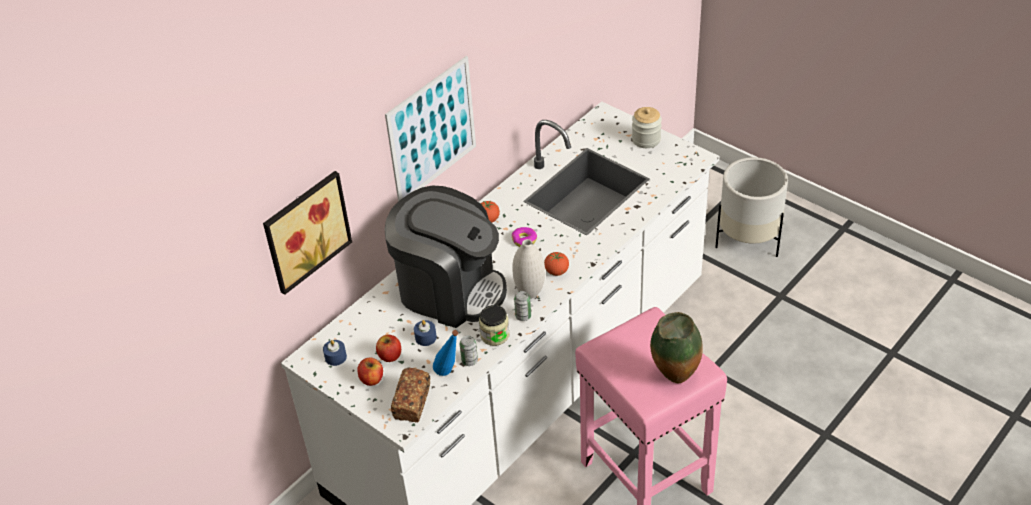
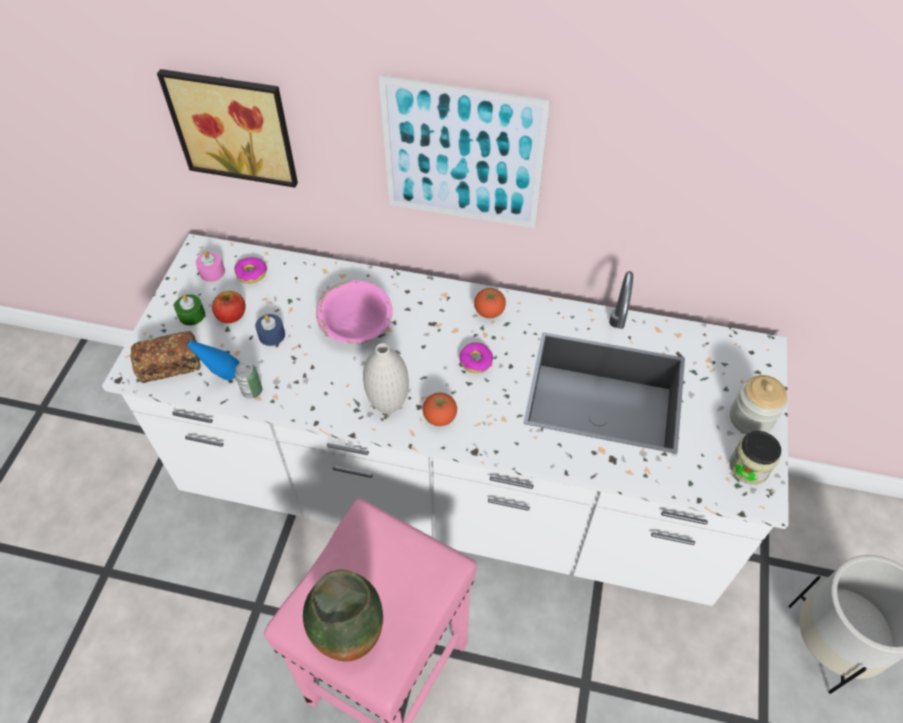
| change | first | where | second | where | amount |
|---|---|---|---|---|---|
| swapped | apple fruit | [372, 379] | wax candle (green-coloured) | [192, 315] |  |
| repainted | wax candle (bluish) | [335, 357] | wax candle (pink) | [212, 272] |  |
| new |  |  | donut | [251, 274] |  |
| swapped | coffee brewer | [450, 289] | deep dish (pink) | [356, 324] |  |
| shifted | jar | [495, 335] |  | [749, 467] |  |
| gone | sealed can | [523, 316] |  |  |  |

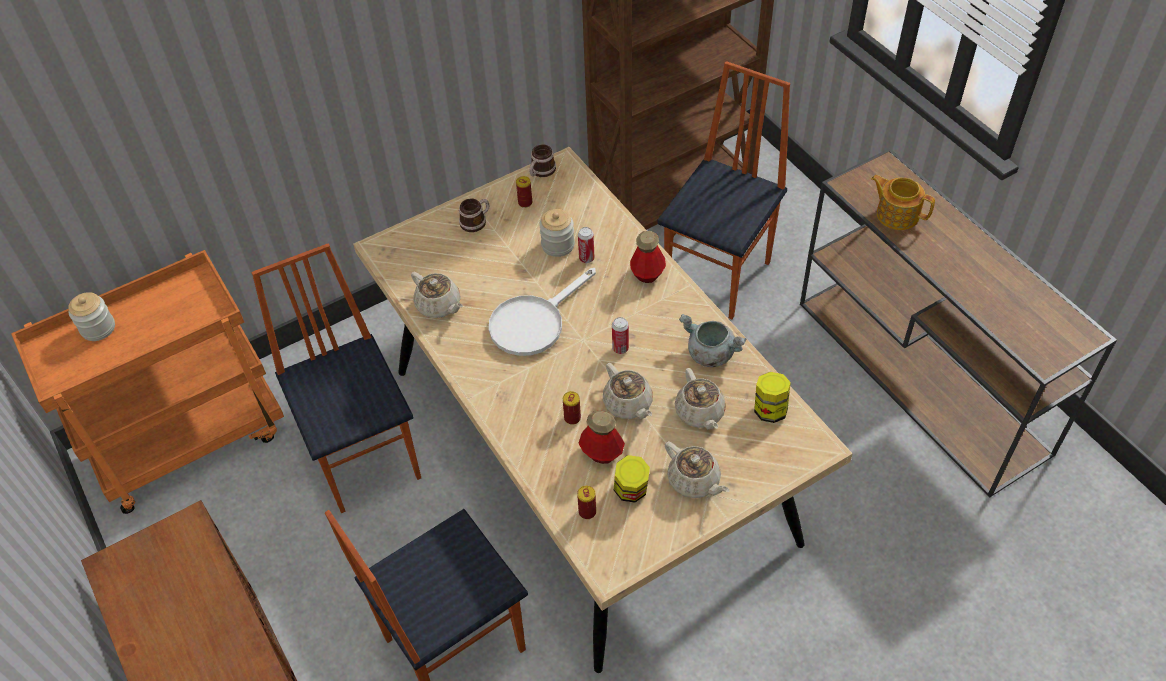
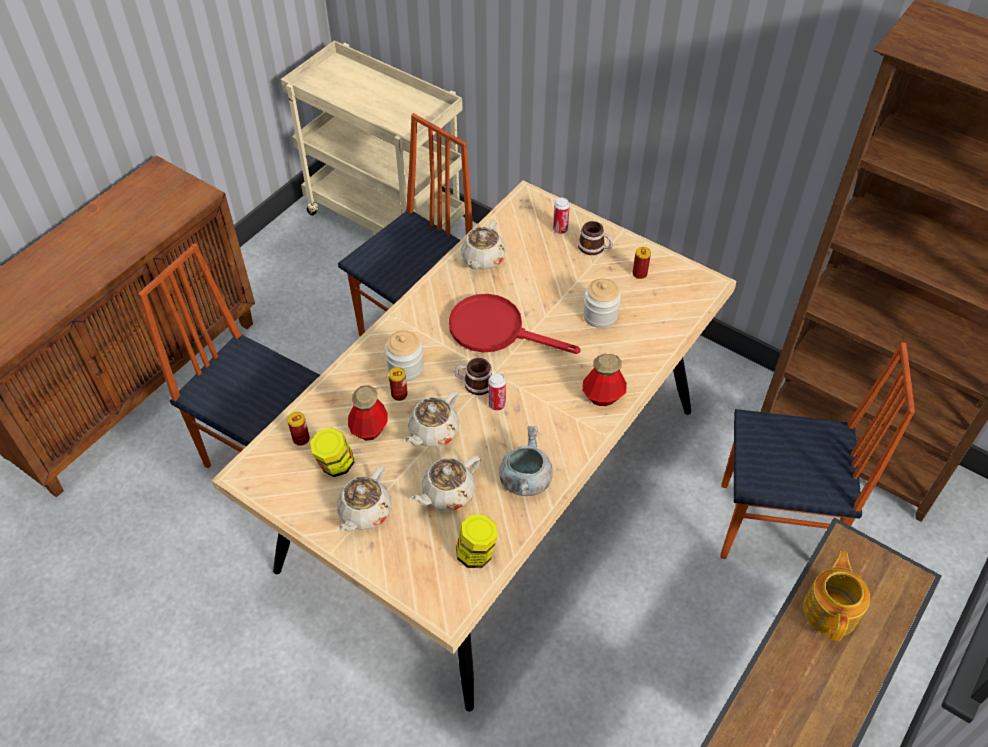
| change | first | where | second | where | amount |
|---|---|---|---|---|---|
| repainted | trolley (orangey) | [191, 439] | trolley (beige) | [387, 219] |  |
| shifted | jar | [98, 328] |  | [405, 368] |  |
| repainted | pan (whitish) | [534, 322] | pan (red) | [496, 330] |  |
| shifted | coffee mug | [541, 171] |  | [474, 383] |  |
| shifted | sealed can | [586, 258] |  | [560, 229] |  |

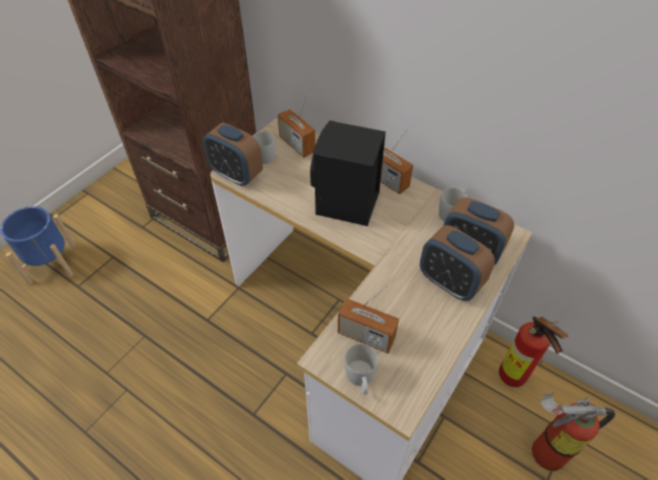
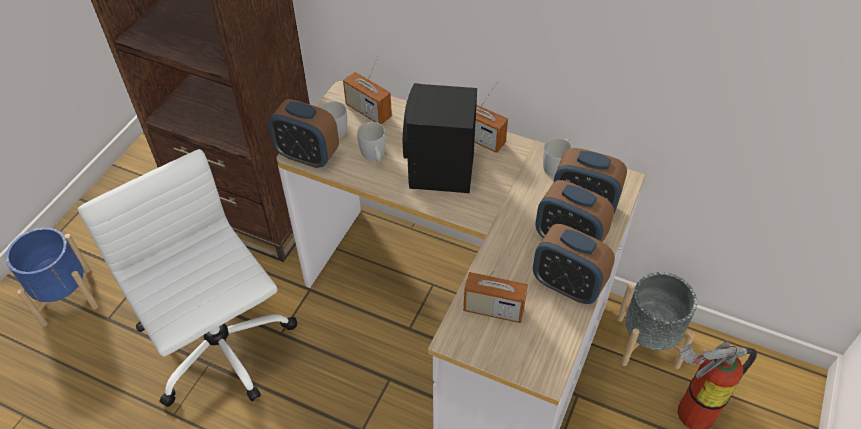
| change | first | where | second | where | amount |
|---|---|---|---|---|---|
| new |  |  | computer chair (whitish) | [223, 350] |  |
| shifted | coffee mug (whitish) | [360, 379] |  | [374, 156] |  |
| new |  |  | alarm clock | [567, 285] |  |
| swapped | fire extinguisher | [514, 379] | plant pot (grey) | [647, 341] |  |

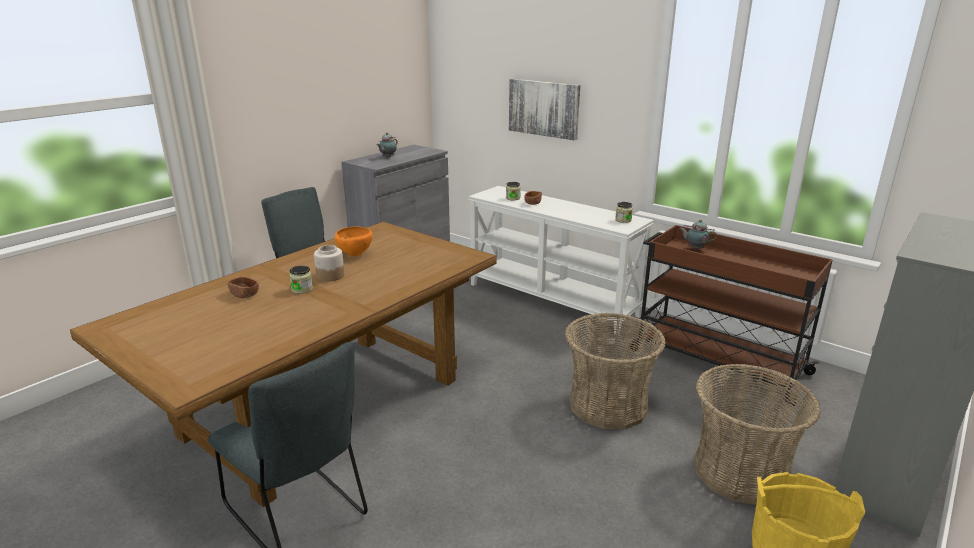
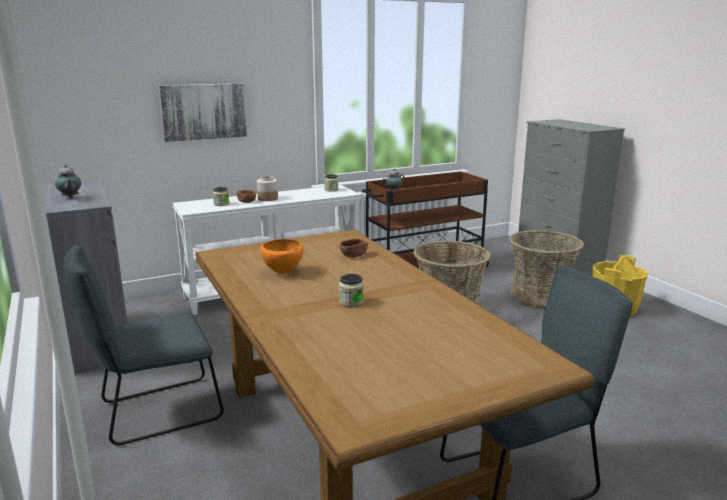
| change | first | where | second | where | amount |
|---|---|---|---|---|---|
| shifted | jar | [330, 275] |  | [267, 198] |  |
| shifted | deep dish (brown-coloured) | [244, 294] |  | [353, 255] |  |

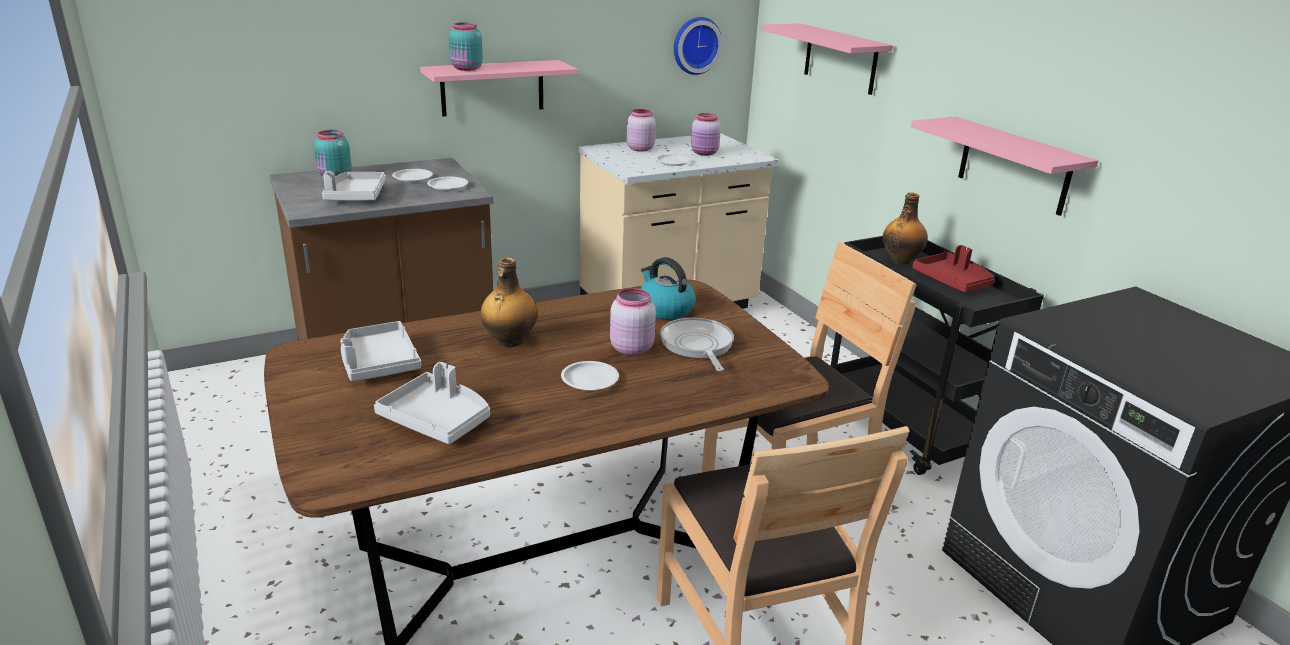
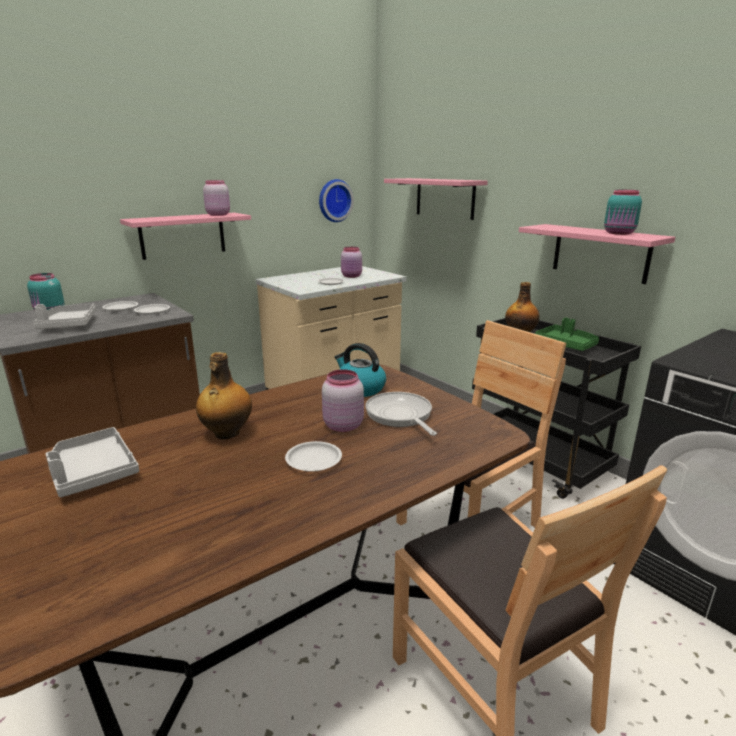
| change | first | where | second | where | amount |
|---|---|---|---|---|---|
| shifted | jar (pink) | [640, 148] |  | [218, 215] |  |
| repainted | carrying tray (red) | [953, 281] | carrying tray (green-coloured) | [566, 345] |  |
| shifted | jar (turquoise-coloured) | [467, 69] |  | [619, 233] |  |
| gone | carrying tray (grey) | [437, 419] |  |  |  |

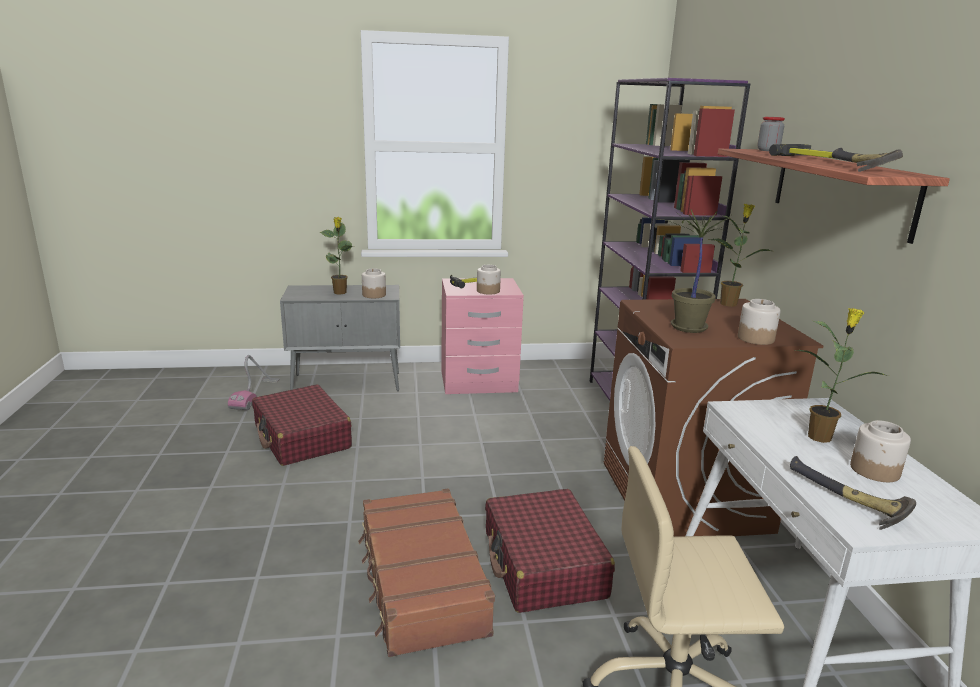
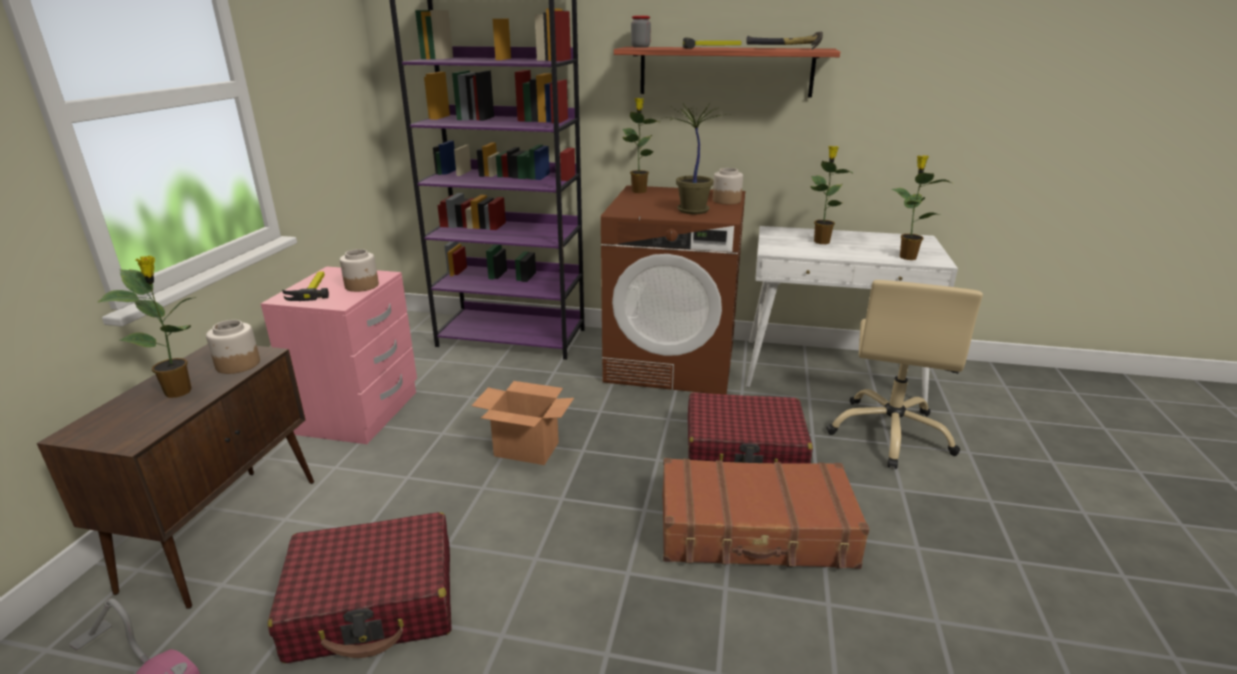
| change | first | where | second | where | amount |
|---|---|---|---|---|---|
| repainted | storage cabinet (grey) | [347, 383] | storage cabinet (brown-coloured) | [225, 531] |  |
| new |  |  | cardboard box | [525, 449] |  |
| swapped | hammer | [844, 501] | potted plant | [907, 257] |  |
| gone | jar | [875, 470] |  |  |  |

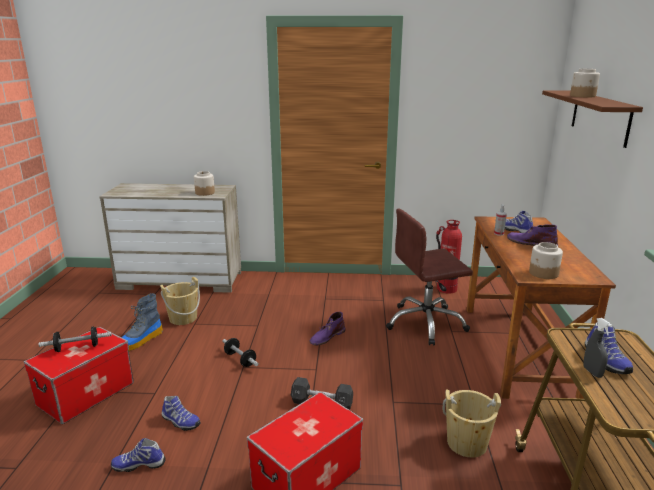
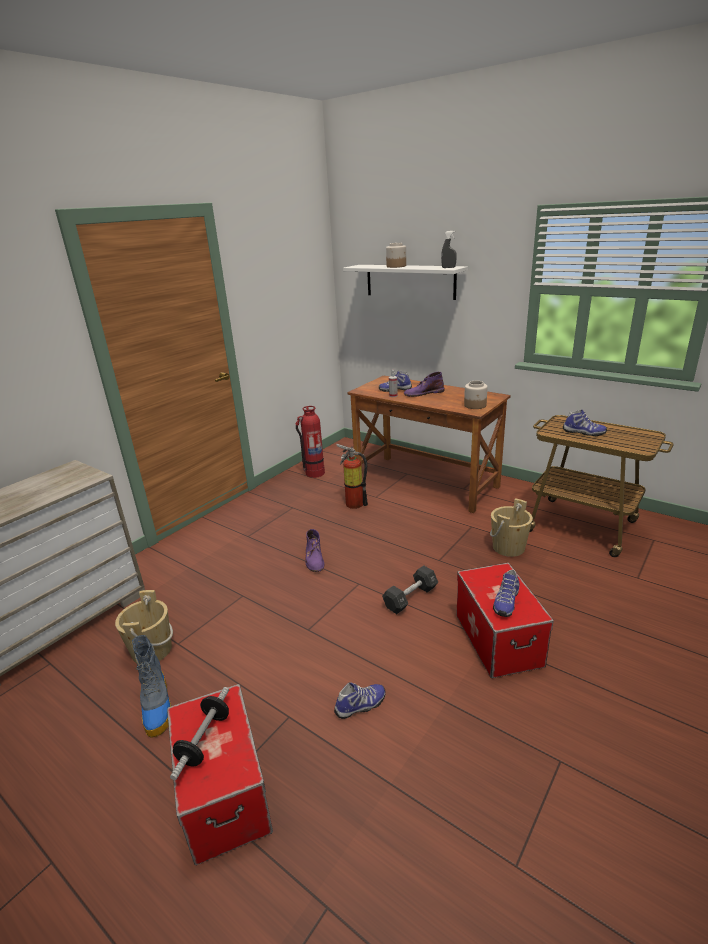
| change | first | where | second | where | amount |
|---|---|---|---|---|---|
| swapped | computer chair (brown-coloured) | [426, 323] | fire extinguisher | [353, 503] |  |
| repainted | wall shelf (brown-coloured) | [600, 117] | wall shelf (whitish) | [410, 281] |  |
| shifted | hand sprayer (grey) | [592, 372] |  | [448, 267] |  |
| shifted | low shoe | [139, 464] |  | [505, 602] |  |
| gone | jar | [205, 193] |  |  |  |
| gone | hand weight | [240, 359] |  |  |  |

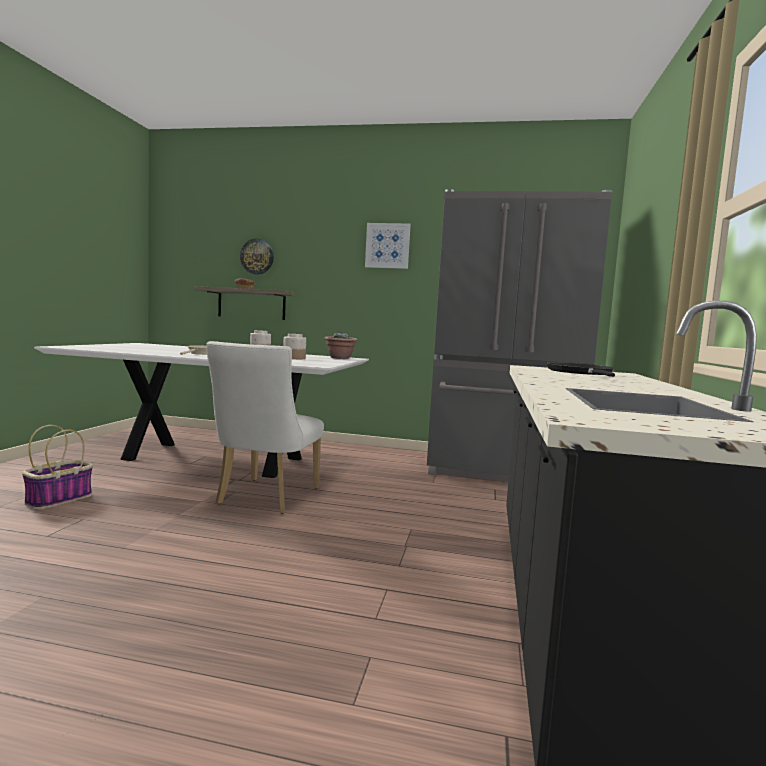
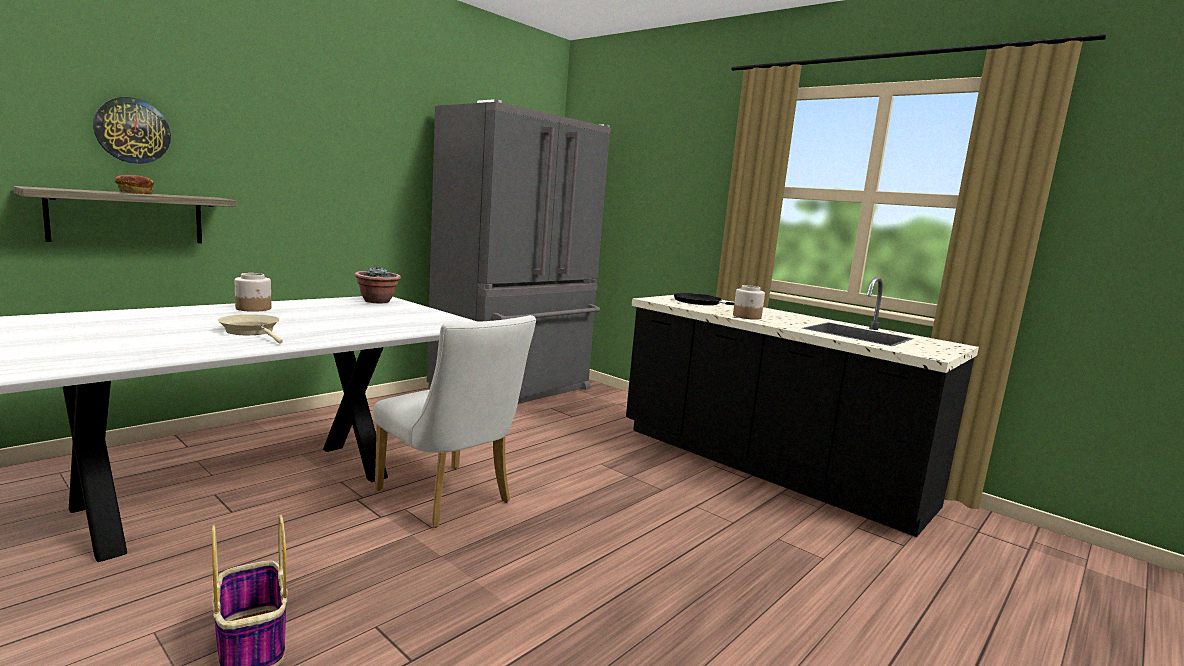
| change | first | where | second | where | amount |
|---|---|---|---|---|---|
| shifted | jar | [294, 358] |  | [747, 317] |  |
| gone | wall picture | [387, 246] |  |  |  |

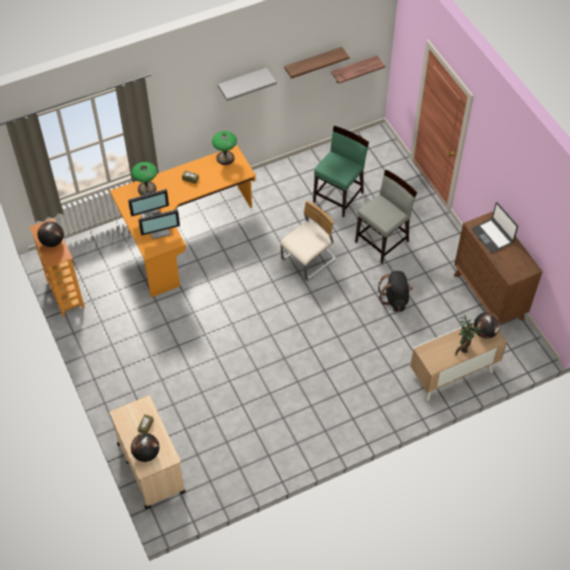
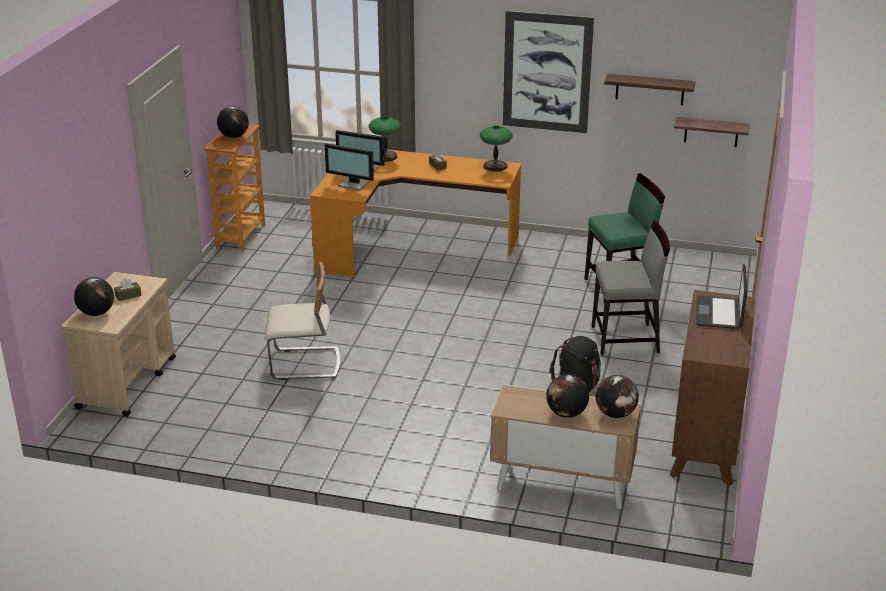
| change | first | where | second | where | amount |
|---|---|---|---|---|---|
| shifted | plain chair (beige) | [309, 260] |  | [305, 364] |  |
| swapped | wall shelf (grey) | [242, 82] | wall picture | [547, 72] |  |
| swapped | potted plant | [463, 348] | world globe | [566, 414] |  |

